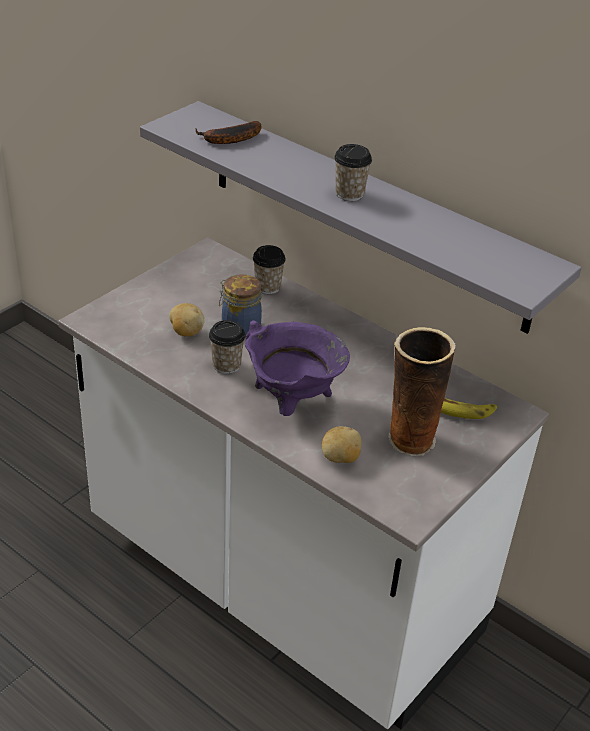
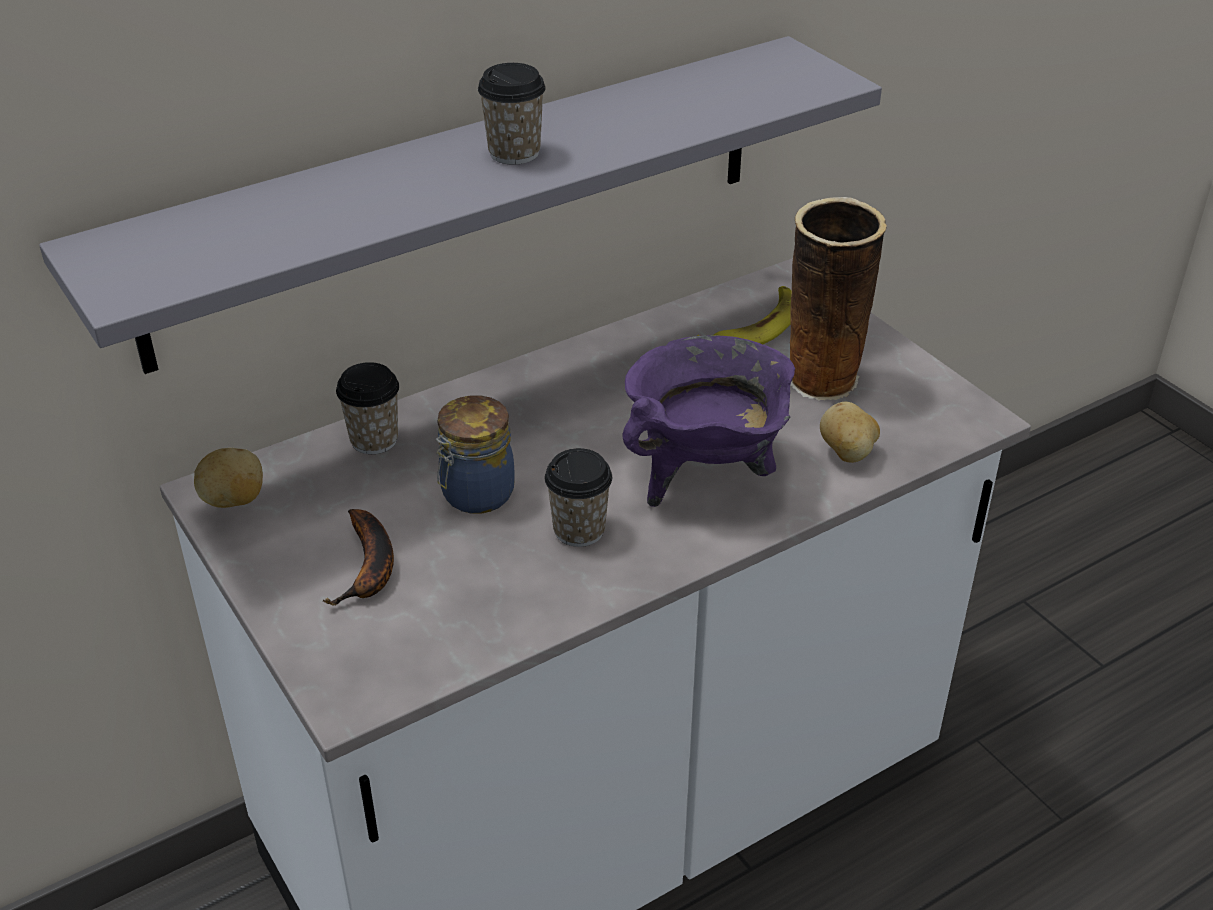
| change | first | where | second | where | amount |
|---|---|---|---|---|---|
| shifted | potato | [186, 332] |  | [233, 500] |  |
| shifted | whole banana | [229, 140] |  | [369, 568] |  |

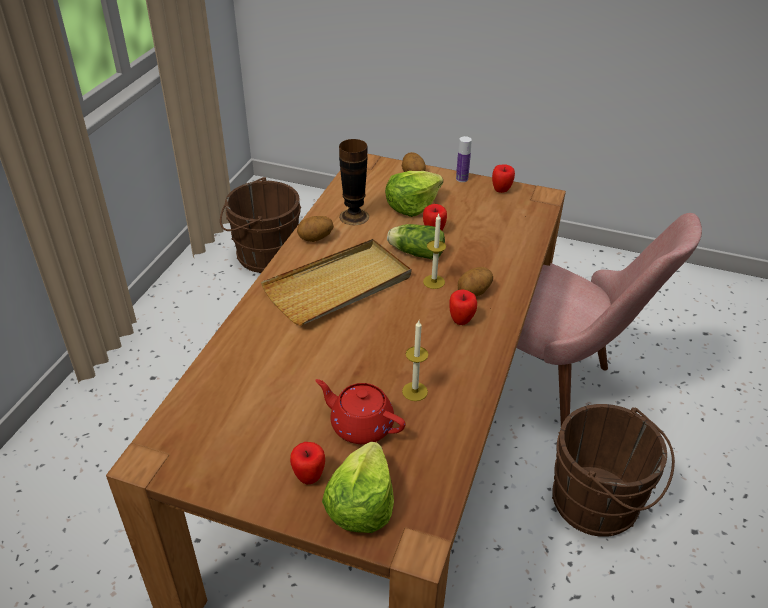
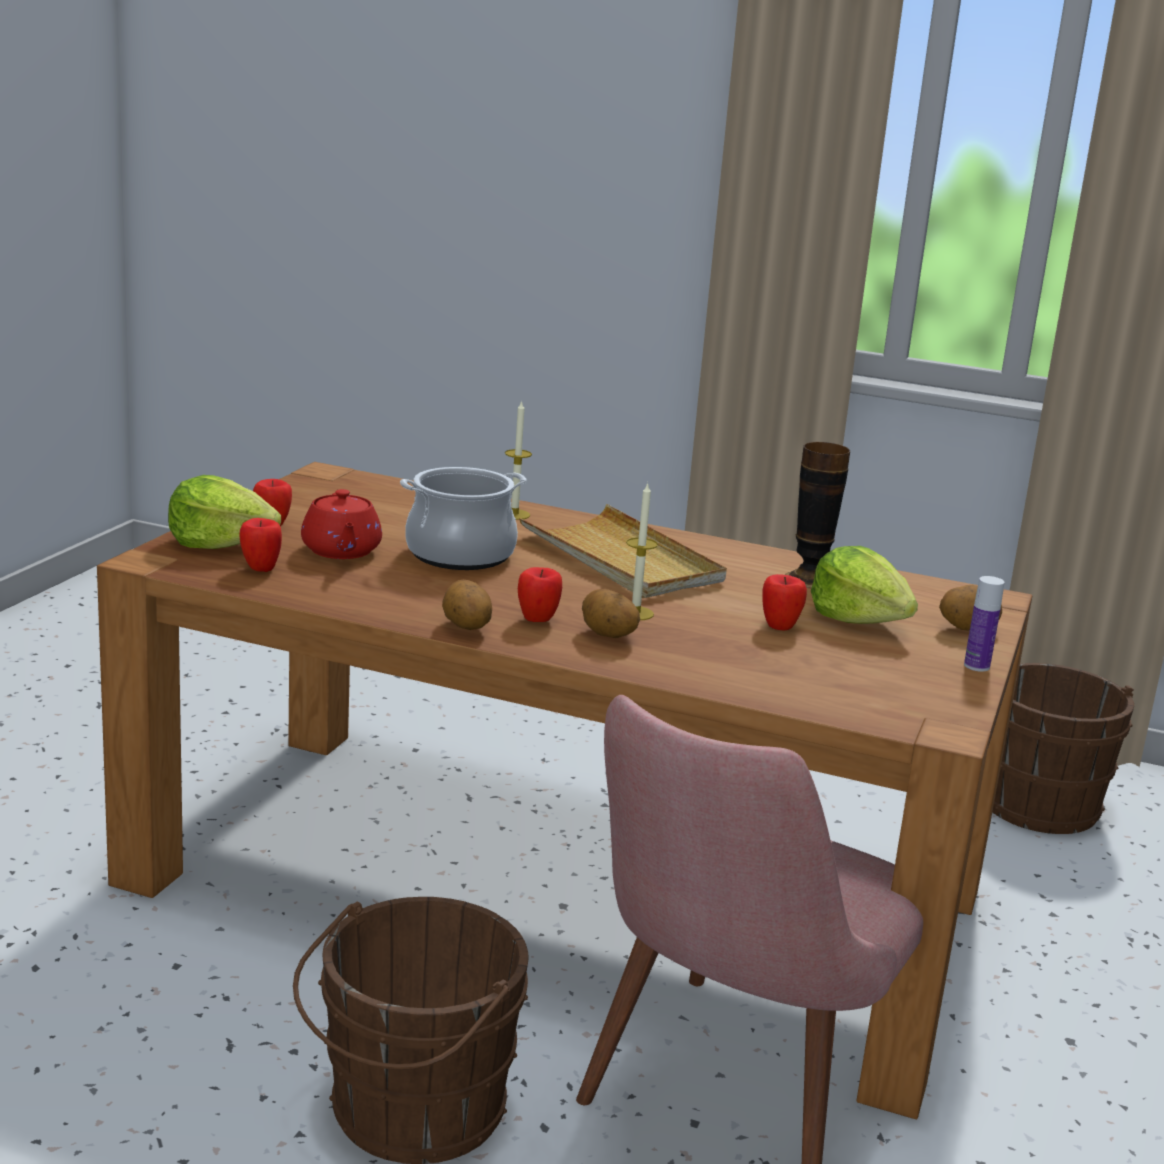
| change | first | where | second | where | amount |
|---|---|---|---|---|---|
| shifted | apple fruit | [501, 190] |  | [260, 569] |  |
| rotated | teapot (red) | [360, 425] |  | [341, 551] | 135 degrees clockwise |
| new |  |  | cooking pot | [460, 555] |  |
| shifted | potato | [315, 239] |  | [465, 627] |  |
| shifted | wax candle | [414, 391] |  | [514, 514] |  |
| gone | lettuce head | [414, 252] |  |  |  |

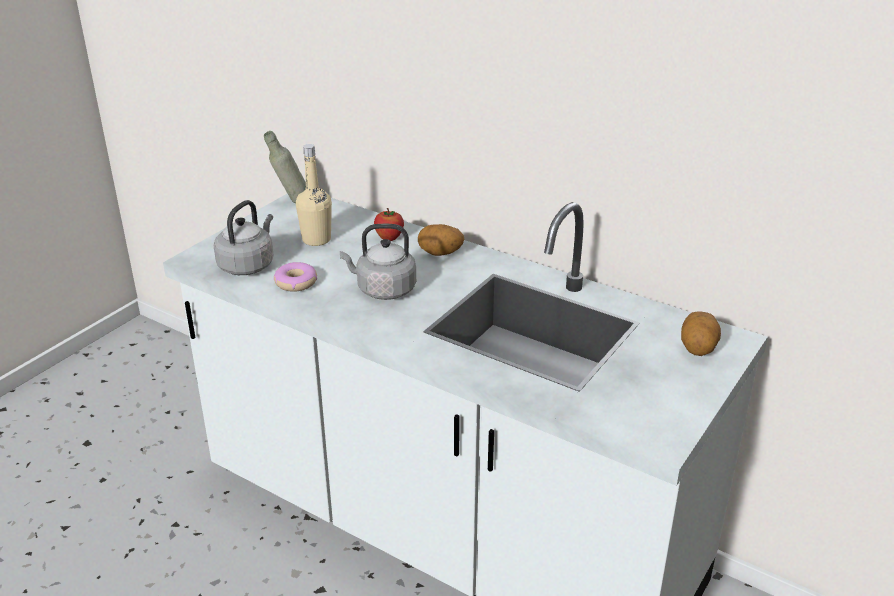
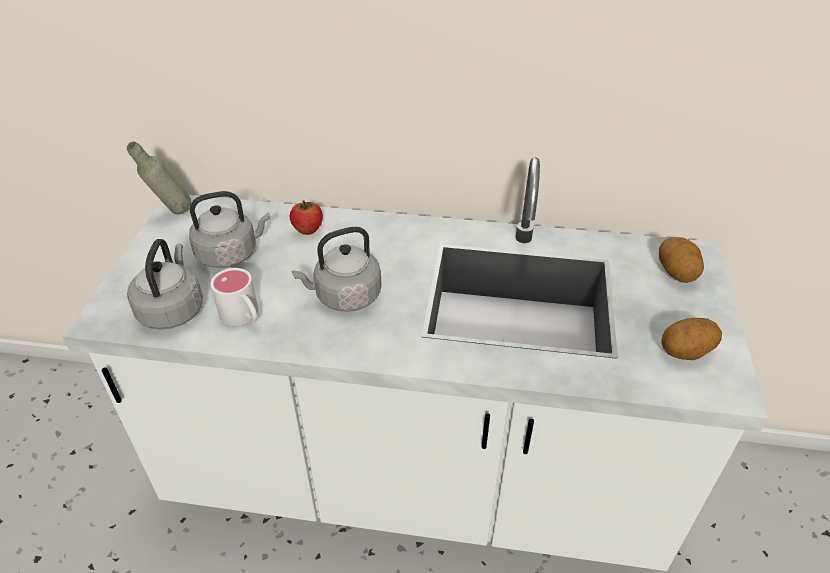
| change | first | where | second | where | amount |
|---|---|---|---|---|---|
| swapped | drink bottle (beige) | [316, 239] | water kettle (grey) | [231, 254] |  |
| swapped | donut | [295, 282] | coffee mug (whitish) | [243, 316] |  |
| shifted | potato | [440, 254] |  | [686, 353] |  |

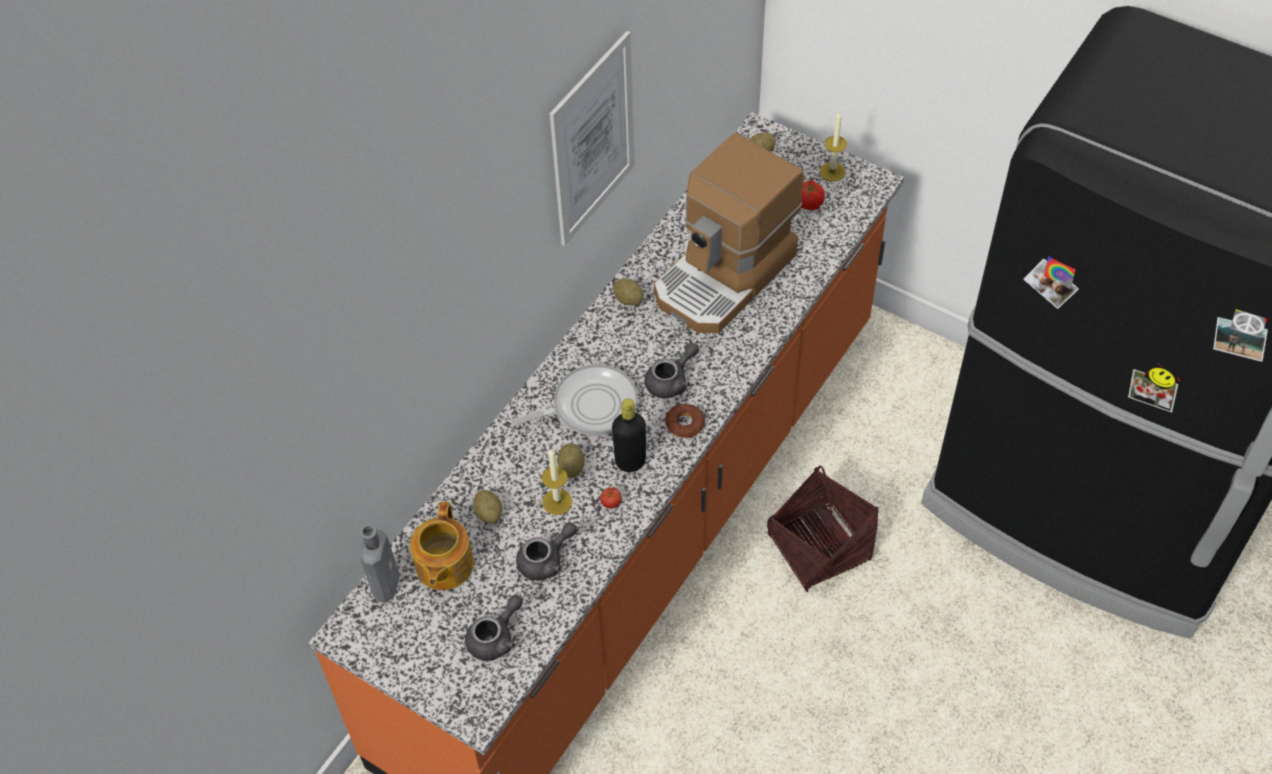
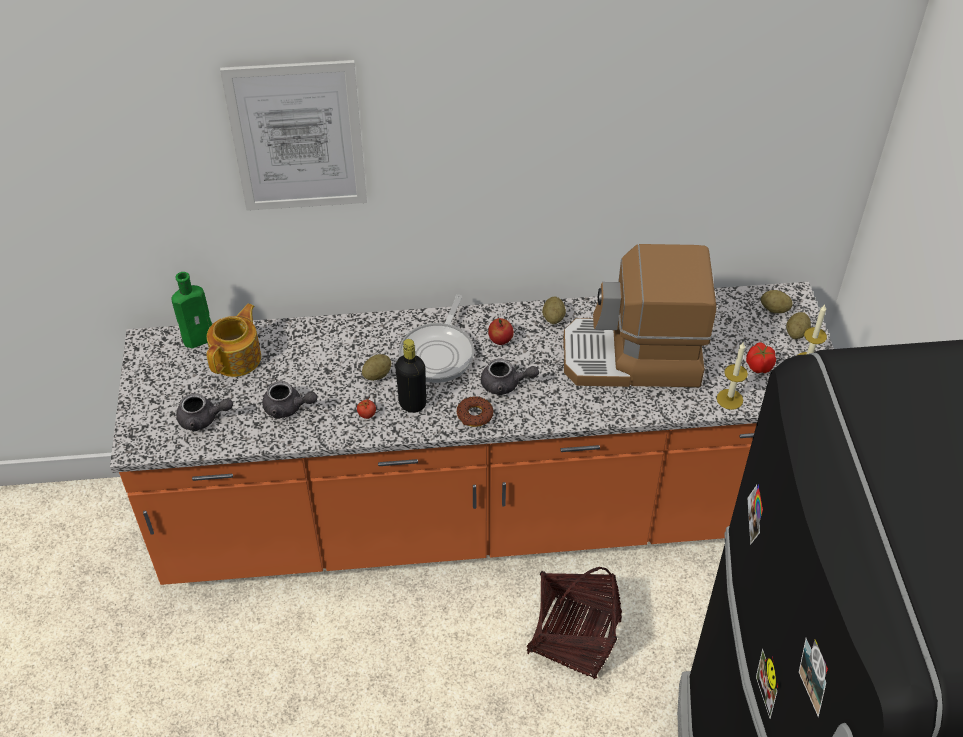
| change | first | where | second | where | amount |
|---|---|---|---|---|---|
| repainted | drink bottle (grey) | [386, 582] | drink bottle (green-coloured) | [201, 338] |  |
| rotated | teapot | [443, 566] |  | [238, 357] | 150 degrees clockwise |
| shifted | wall picture | [593, 140] |  | [297, 137] |  |
| rotated | pan | [589, 406] |  | [439, 353] | 75 degrees clockwise |
| new |  |  | apple fruit | [500, 340] |  |
| shifted | wax candle | [557, 502] |  | [729, 399] |  |
| shifted | potato | [489, 513] |  | [796, 333] |  |

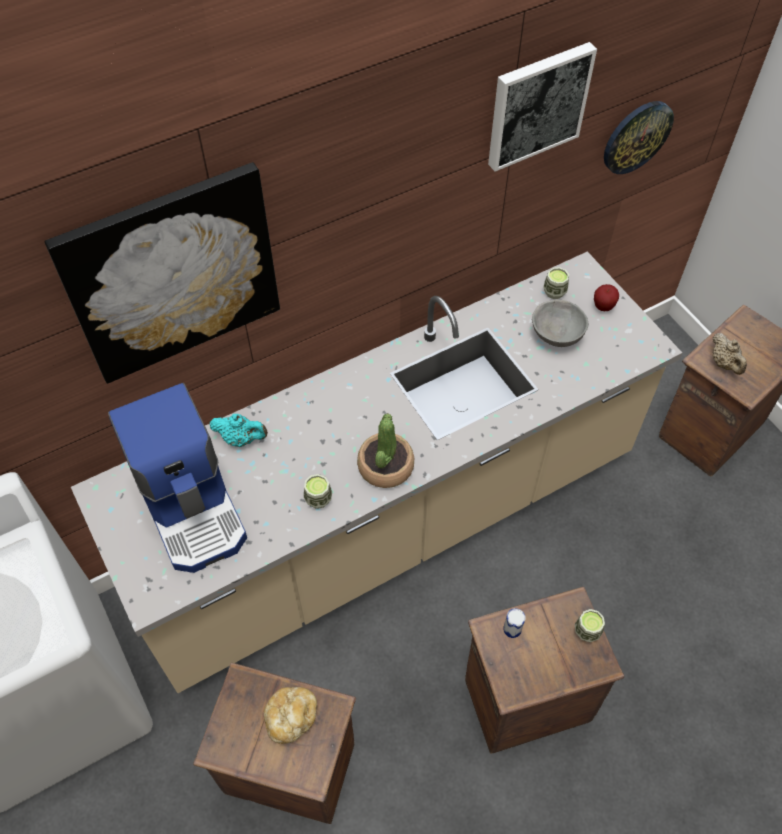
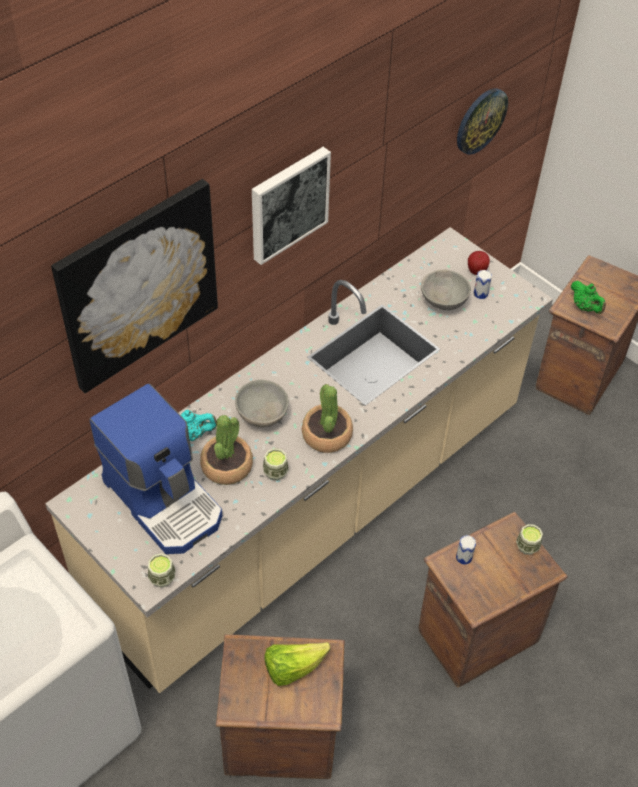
| change | first | where | second | where | amount |
|---|---|---|---|---|---|
| shifted | small cup | [554, 292] |  | [162, 578] |  |
| new |  |  | potted plant | [227, 466] |  |
| new |  |  | deep dish (grey) | [263, 415] |  |
| shifted | wall picture | [537, 105] |  | [287, 203] |  |
| swapped | bakery bread | [291, 717] | lettuce head | [292, 668] |  |
| new |  |  | sealed can | [480, 294] |  |
| repainted | teapot (beige) | [724, 364] | teapot (green-coloured) | [585, 307] |  |

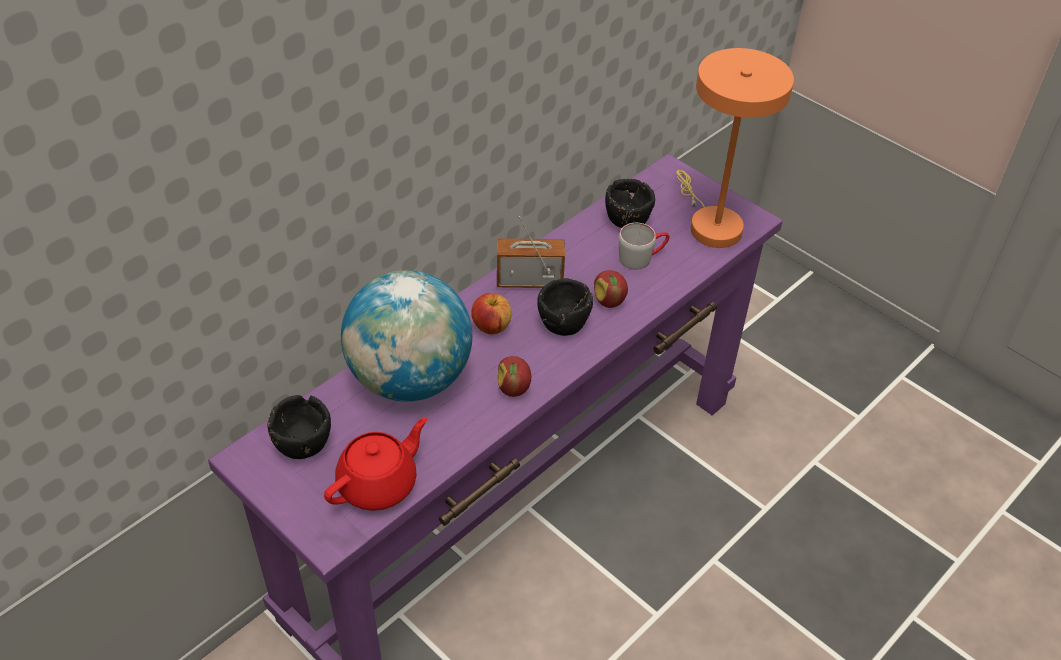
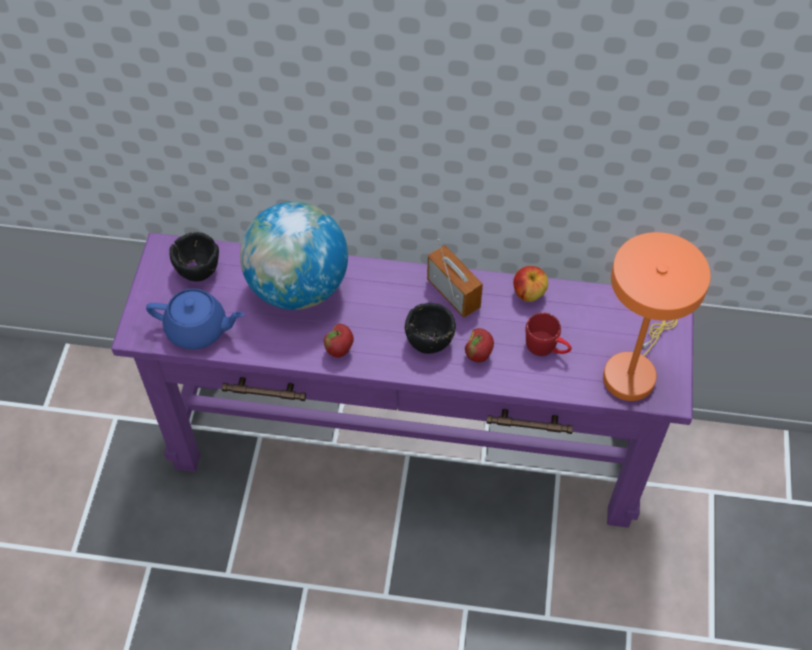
| change | first | where | second | where | amount |
|---|---|---|---|---|---|
| repainted | teapot (red) | [379, 484] | teapot (bluish) | [198, 329] |  |
| shifted | apple fruit | [491, 327] |  | [528, 293] |  |
| repainted | coffee mug (grey) | [642, 257] | coffee mug (red) | [547, 347] |  |
| gone | deep dish (black-coloured) | [627, 220] |  |  |  |

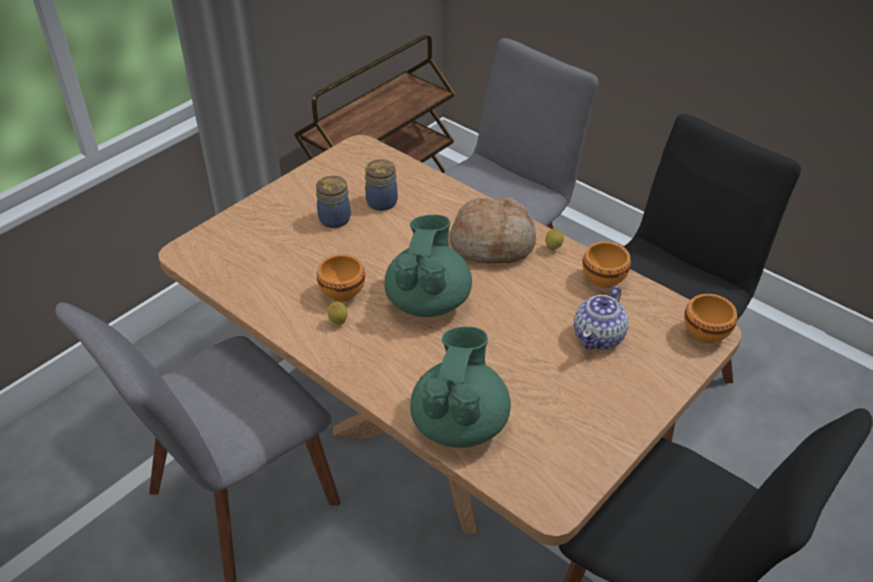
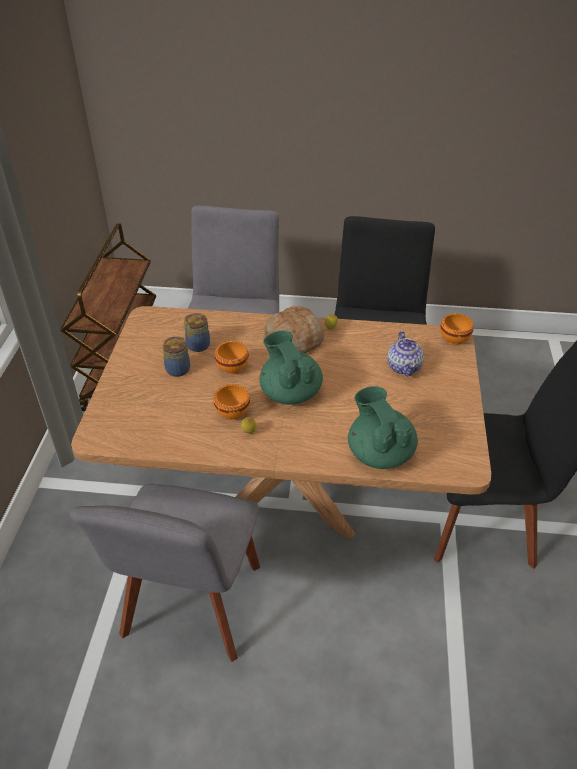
| change | first | where | second | where | amount |
|---|---|---|---|---|---|
| shifted | deep dish (orangey) | [602, 279] |  | [231, 368] |  |

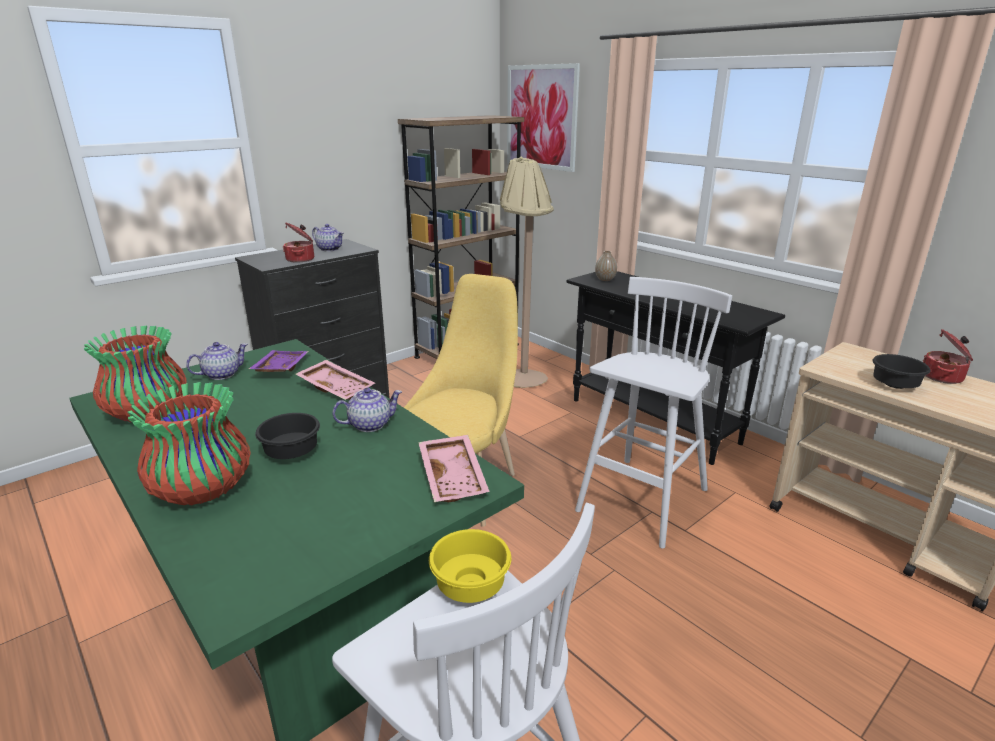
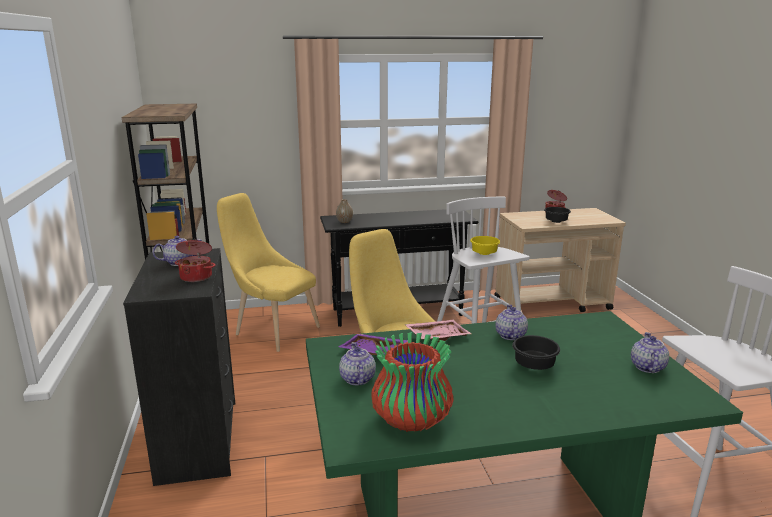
| change | first | where | second | where | amount |
|---|---|---|---|---|---|
| swapped | floor lamp (beige) | [524, 374] | plain chair (yellow-coloured) | [272, 330] |  |
| shifted | deep dish (yellow-coloured) | [471, 584] |  | [483, 253] |  |
| new |  |  | teapot | [647, 367] |  |
| gone | vase | [203, 489] |  |  |  |
| gone | carrying tray (pink) | [454, 477] |  |  |  |
| gone | wall picture | [541, 117] |  |  |  |

